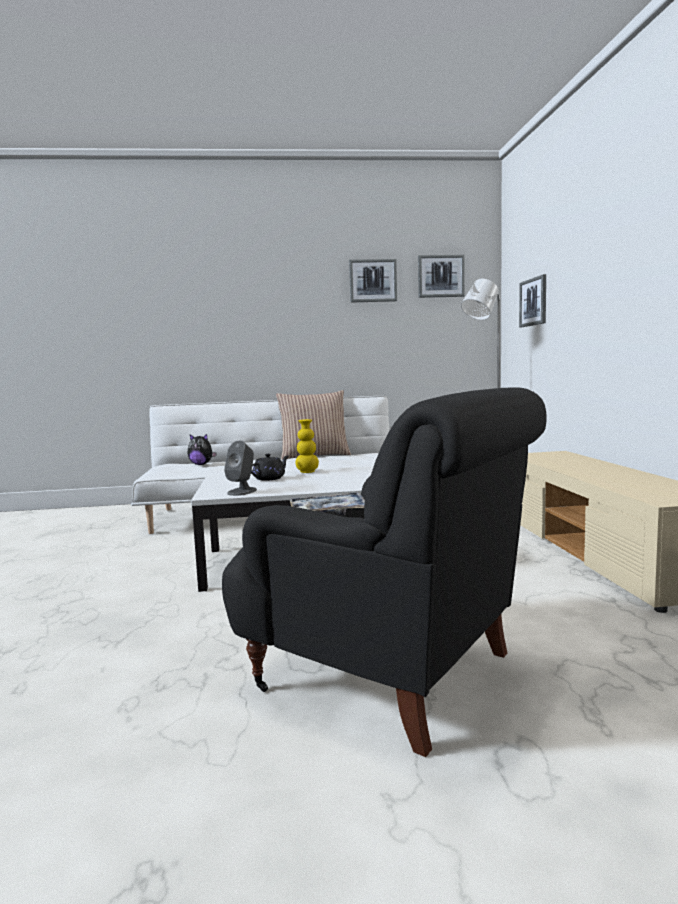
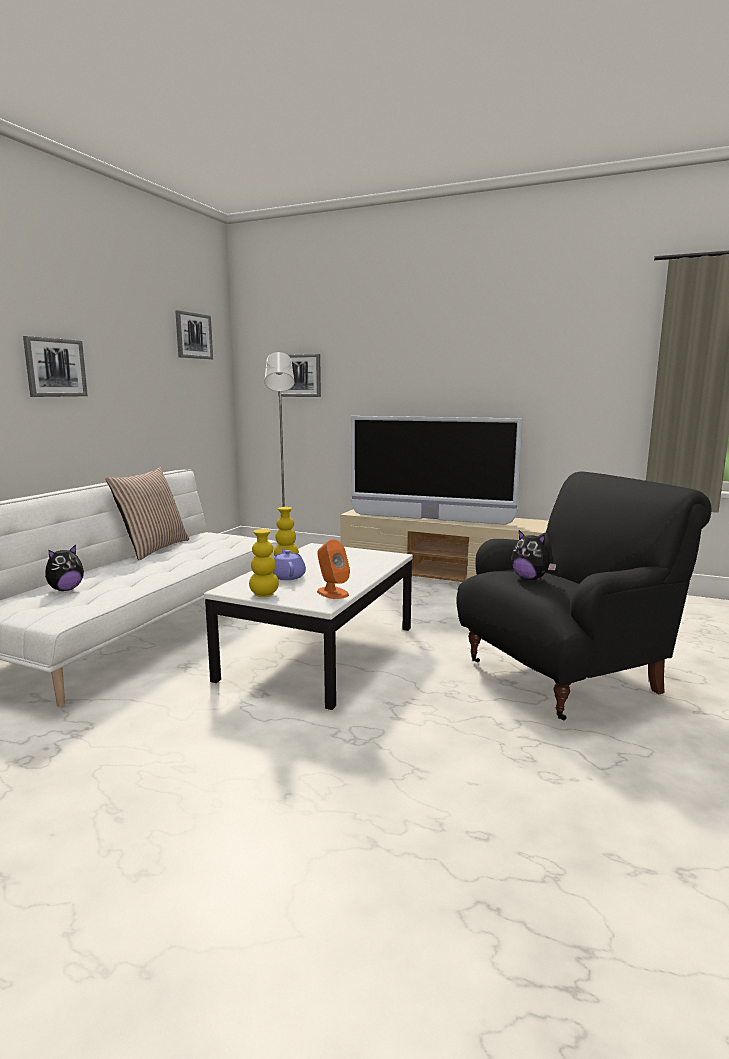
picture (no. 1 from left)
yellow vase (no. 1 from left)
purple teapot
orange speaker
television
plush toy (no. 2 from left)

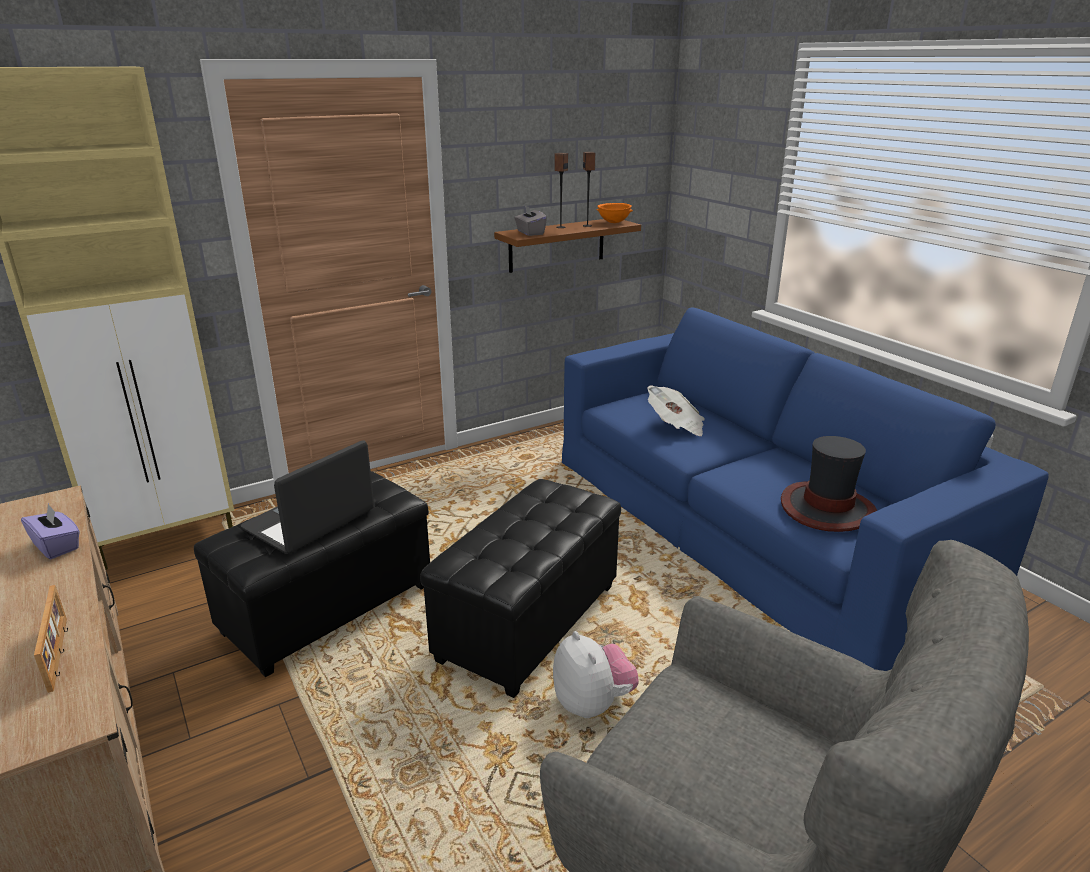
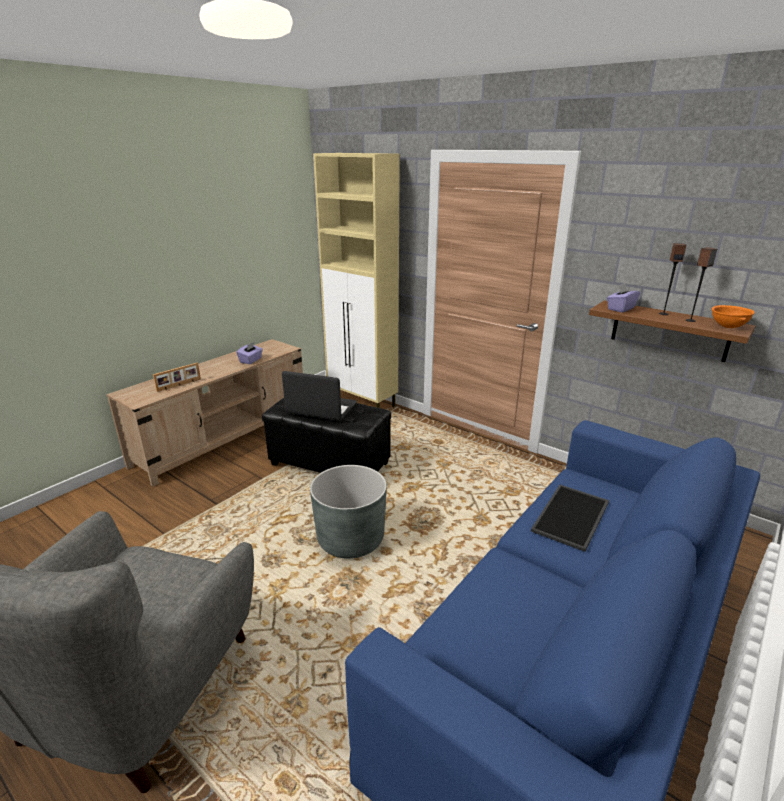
grey planter
tray
purple tissue box (no. 2 from left)
plush toy
hat

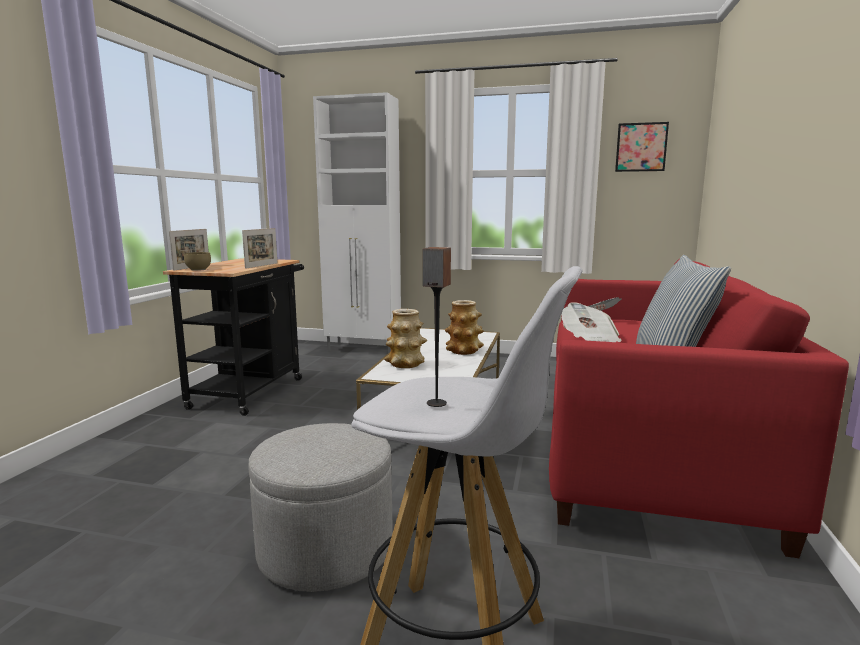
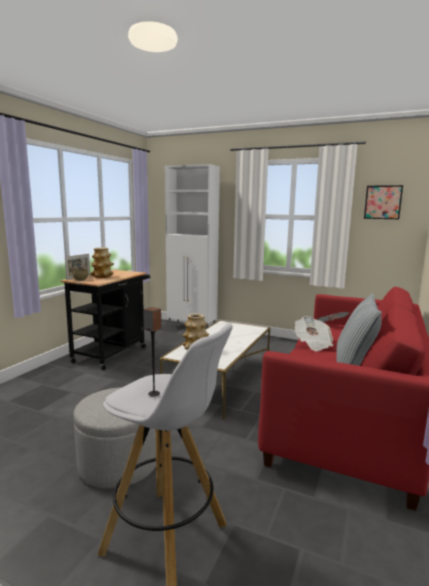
vase (no. 1 from left)
picture frame (no. 2 from left in the first image)

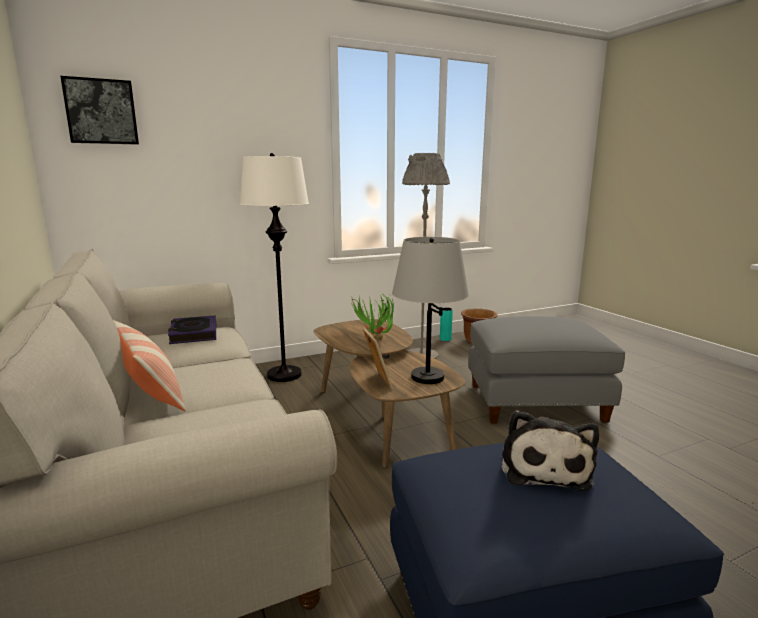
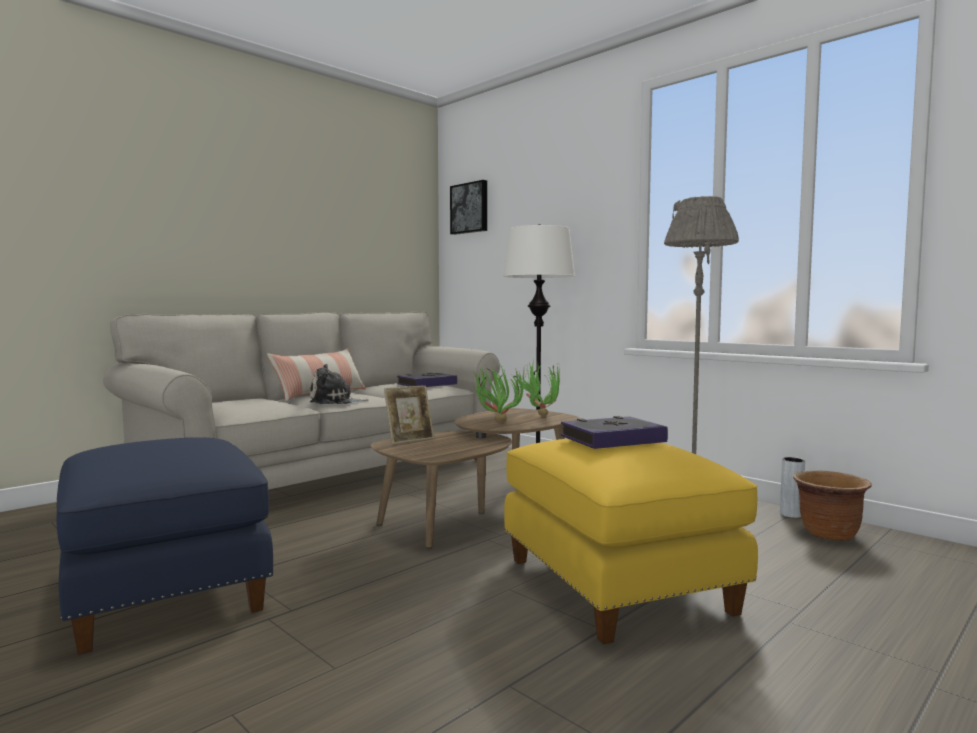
plush toy
yellow ottoman
potted plant (no. 2 from left)
book (no. 2 from left)
grey vase
grey table lamp

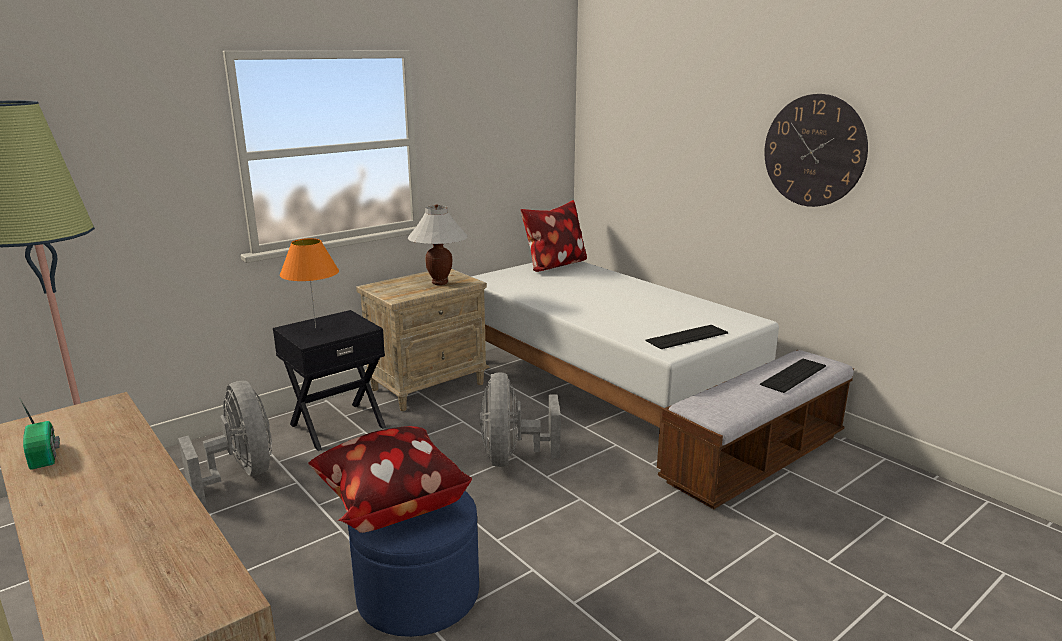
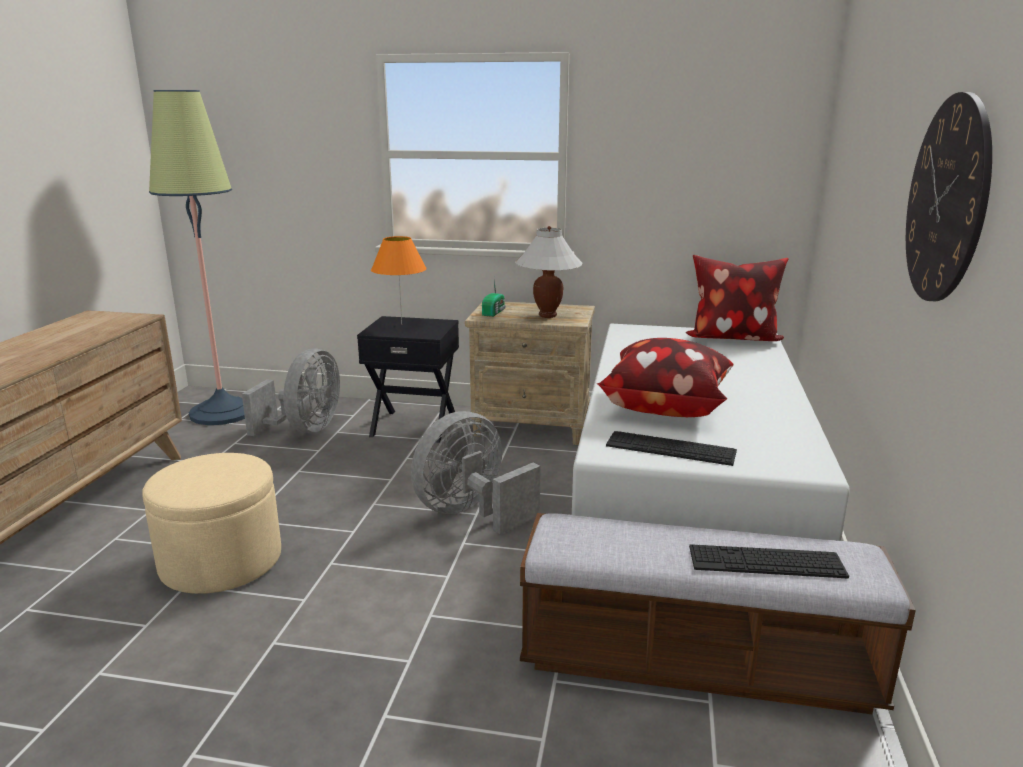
beige ottoman
radio
pillow (no. 1 from left)

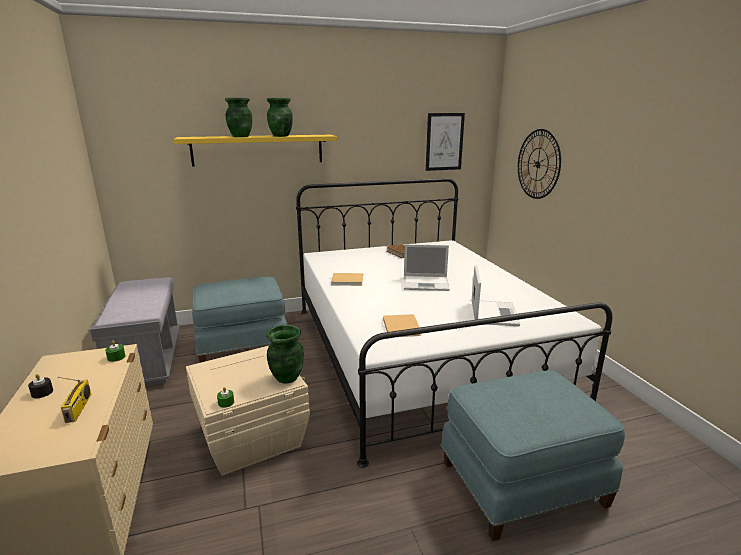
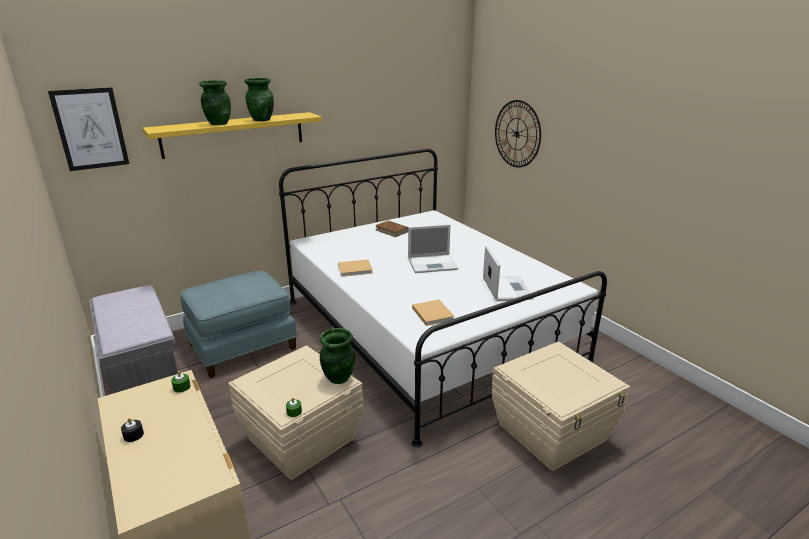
picture
beige storage box (no. 2 from left)
radio

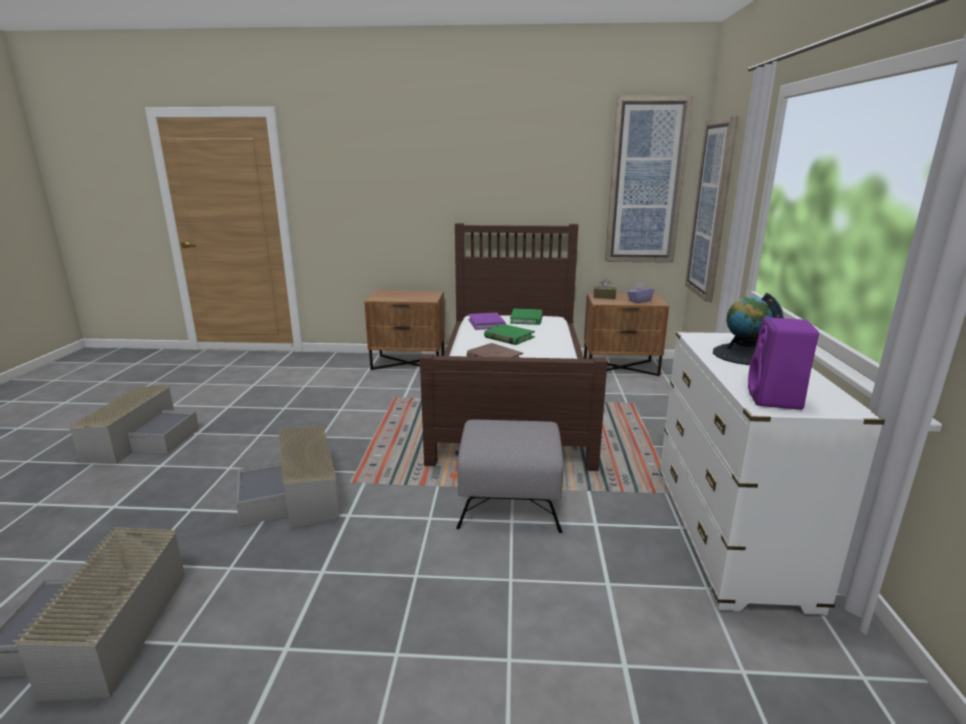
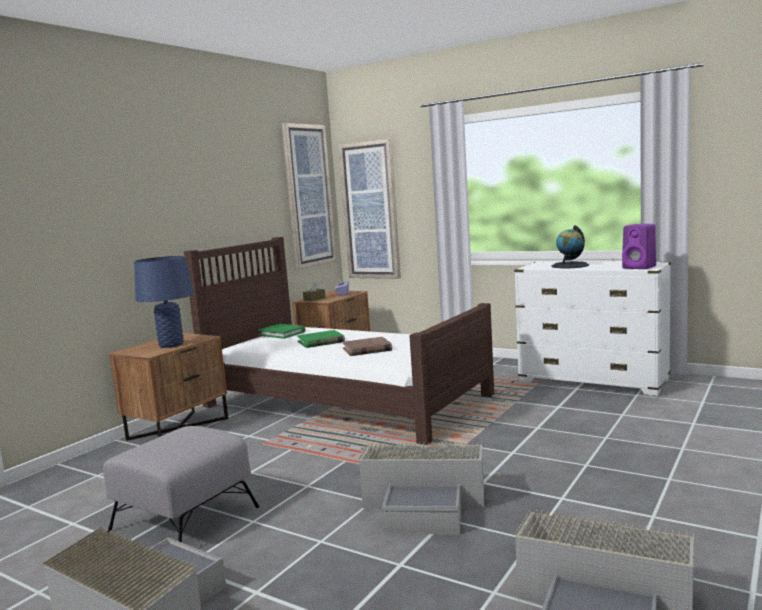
grey ottoman
blue table lamp
purple book

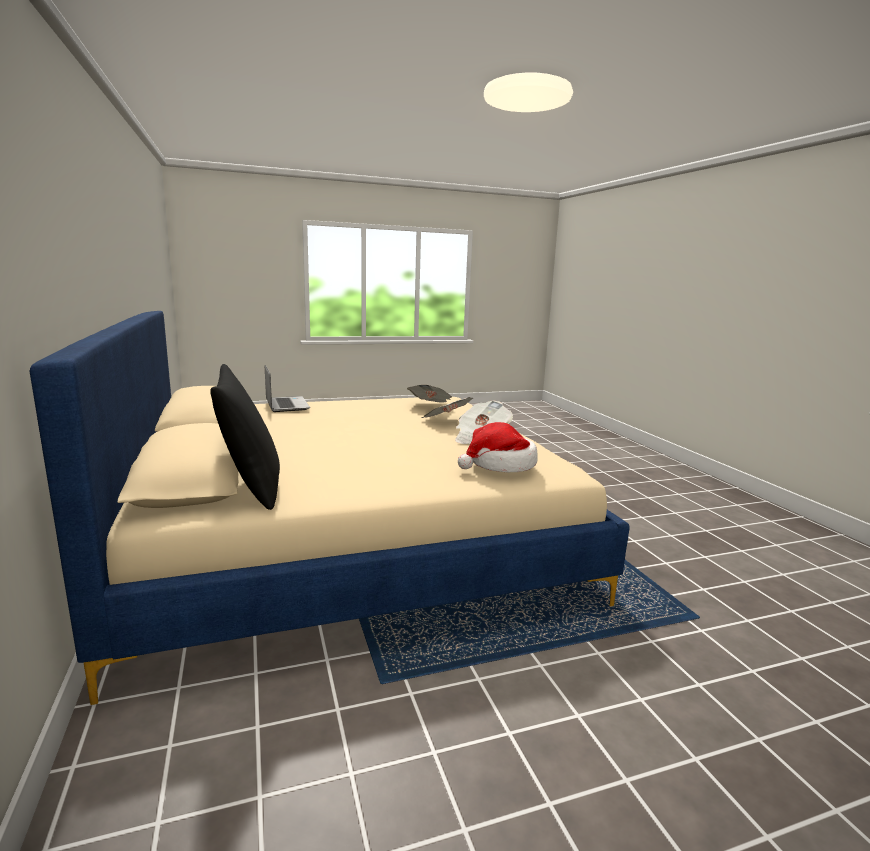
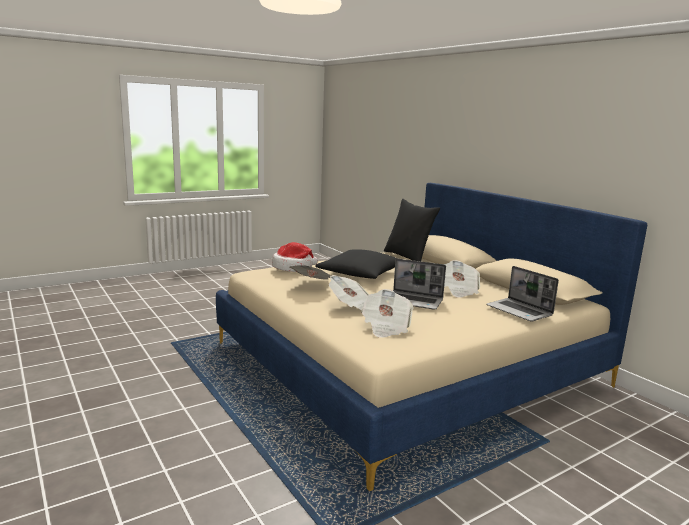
black pillow (no. 1 from left)
laptop (no. 1 from left)
newspaper (no. 4 from left)

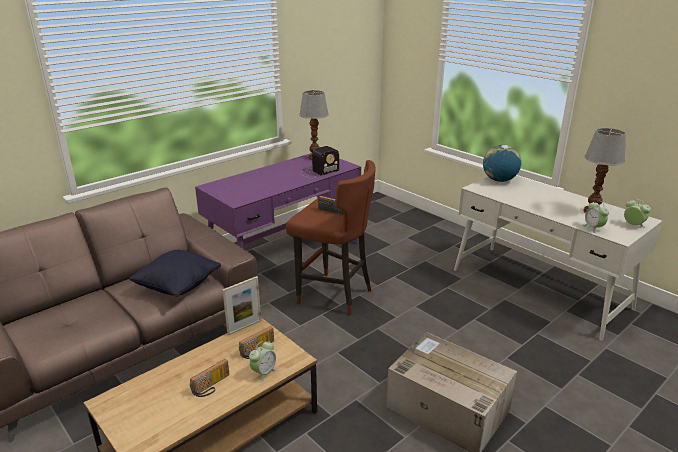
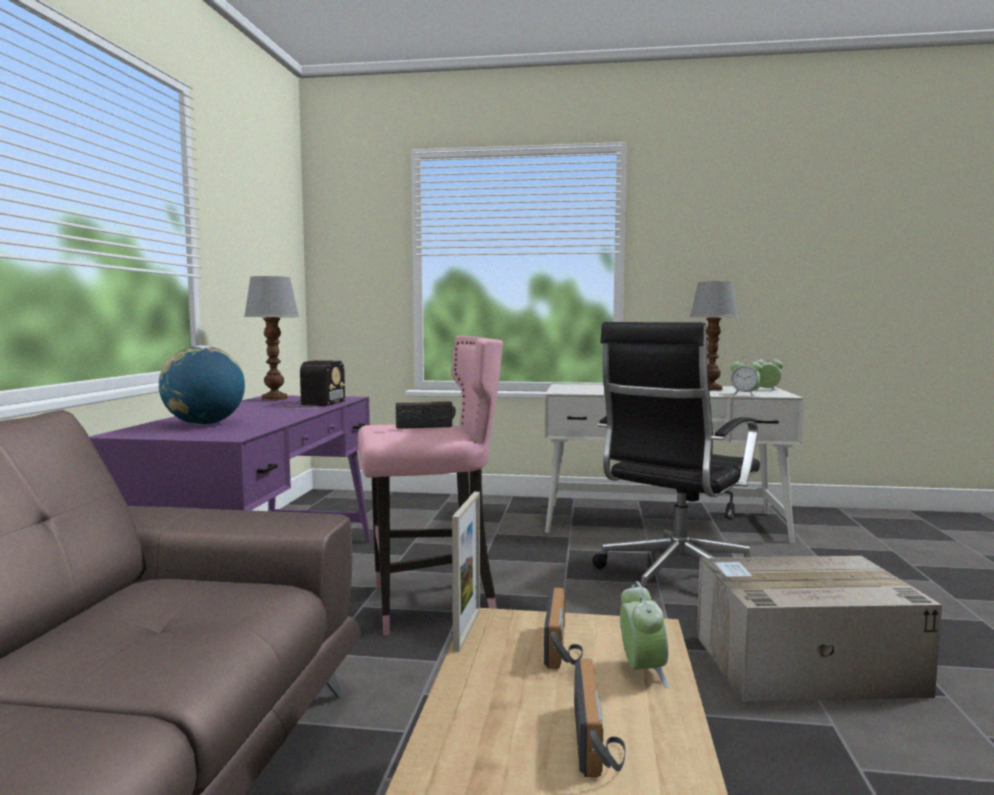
globe
pink stool
black office chair
black pillow

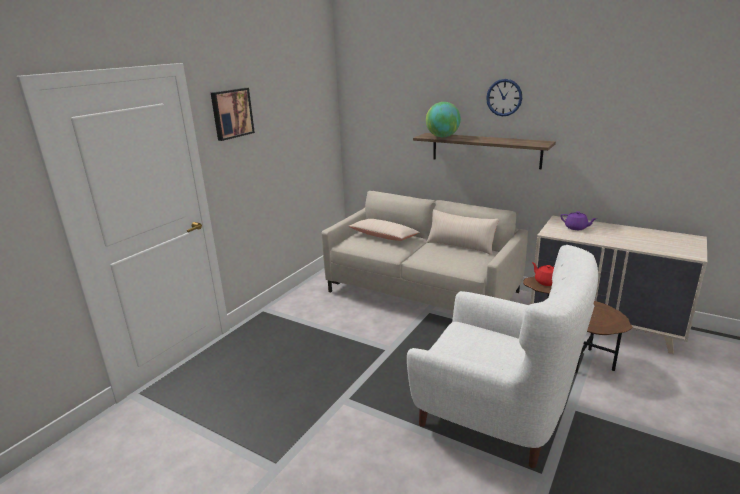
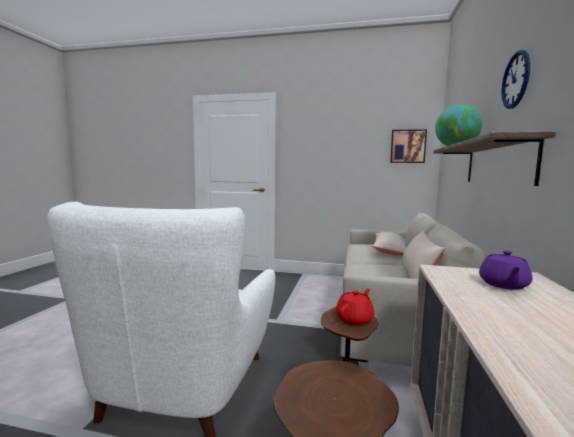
picture

